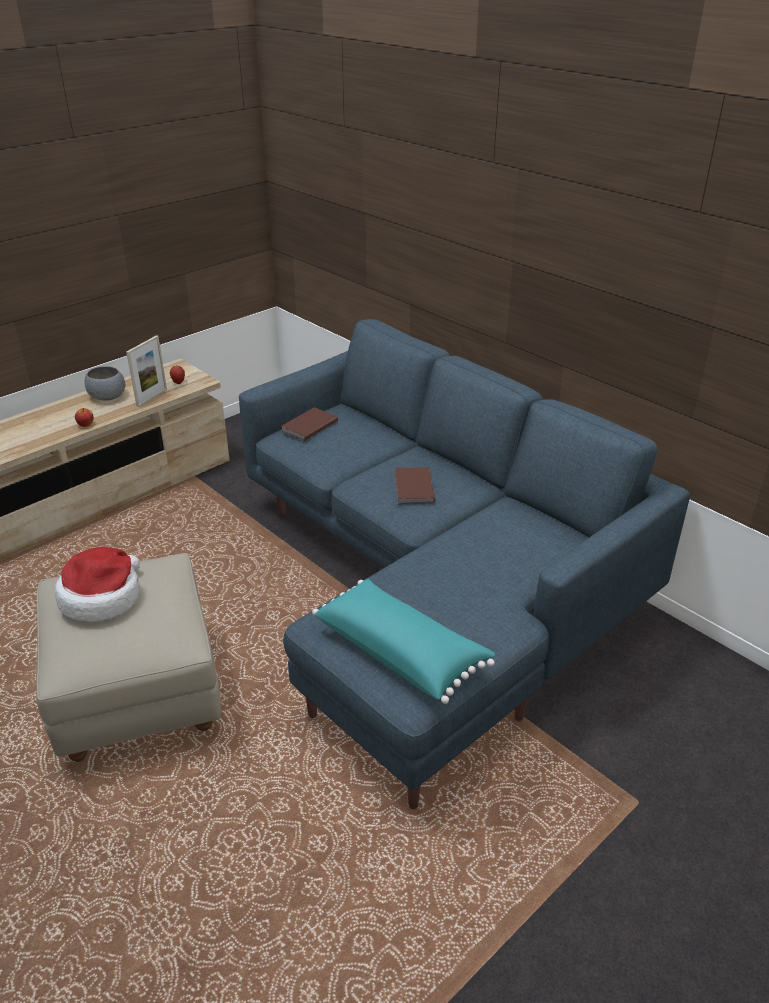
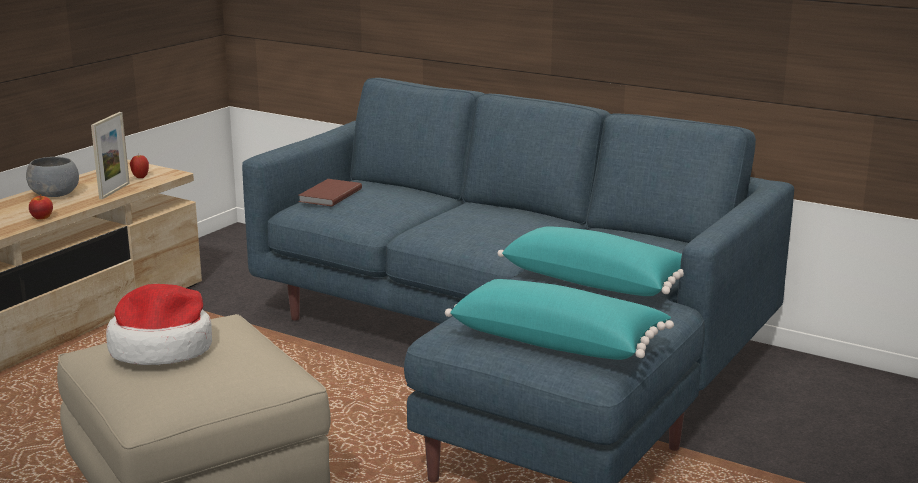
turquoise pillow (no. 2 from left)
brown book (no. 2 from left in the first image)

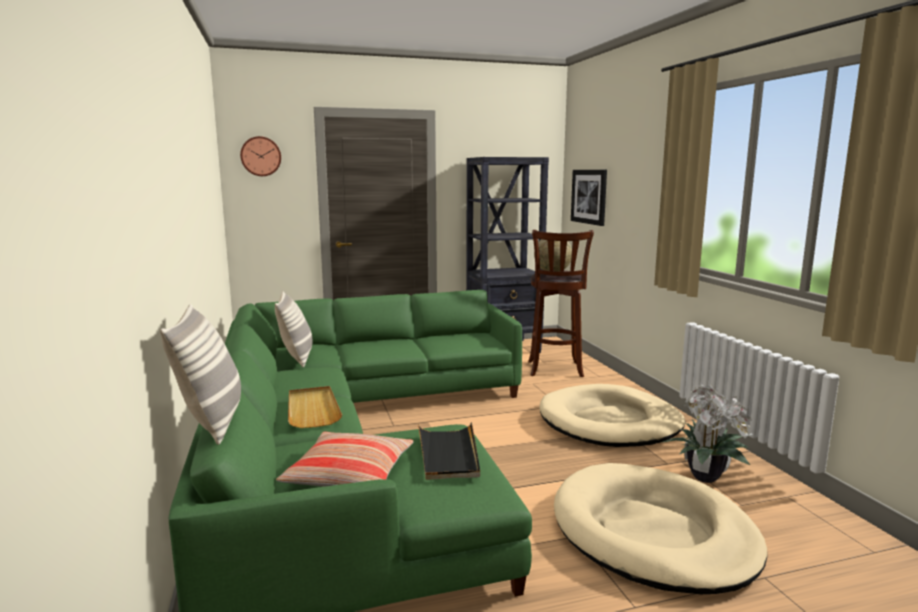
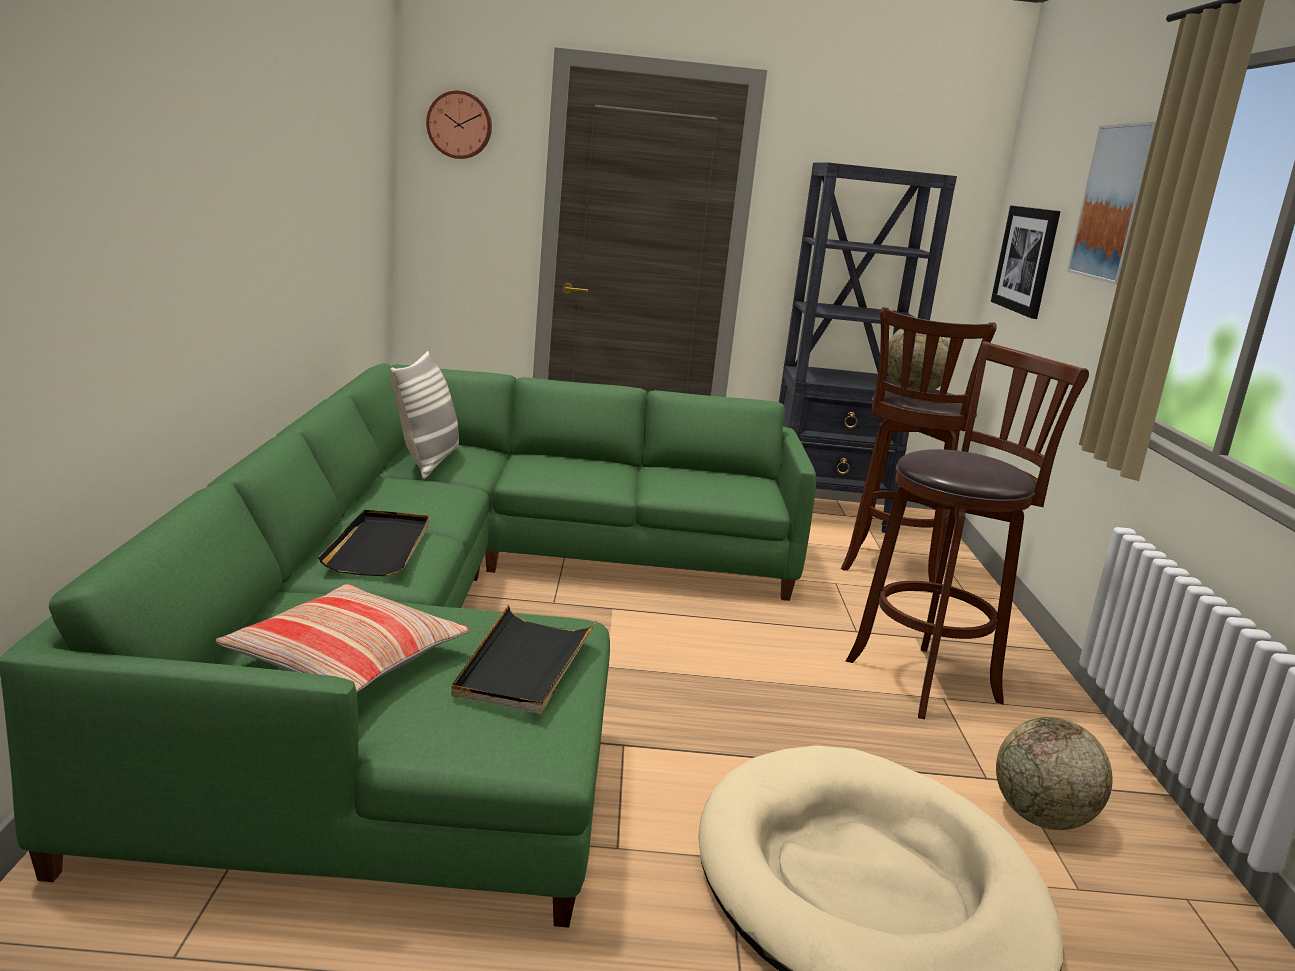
black tray (no. 1 from left)
brown stool (no. 2 from left)
globe (no. 2 from left)
picture (no. 2 from left)
pillow (no. 1 from left in the first image)

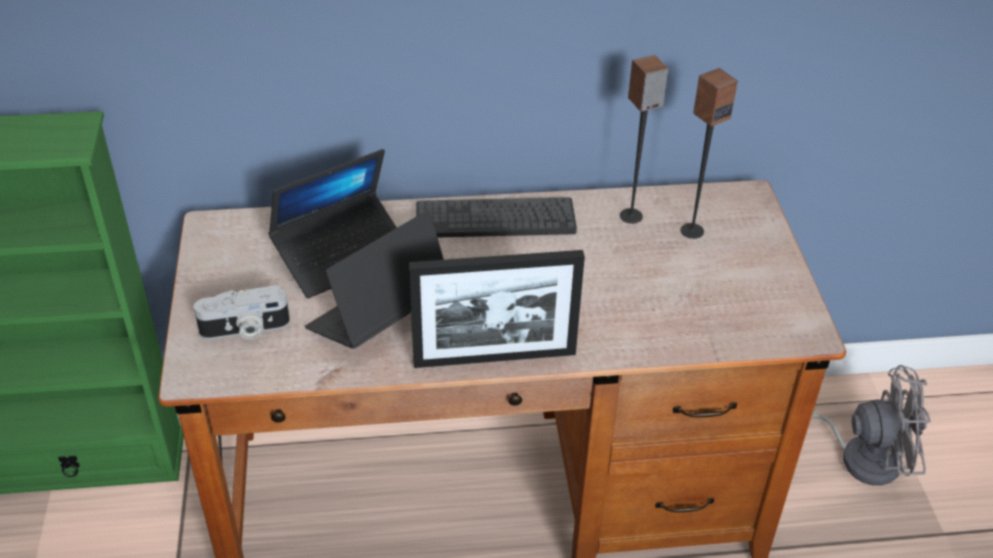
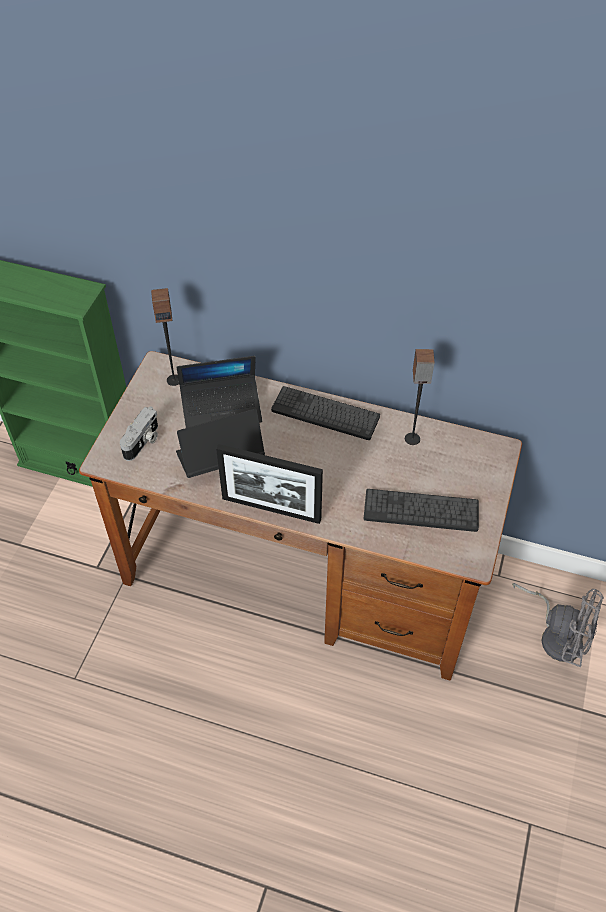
photo camera
speaker (no. 1 from left)
keyboard (no. 2 from left)

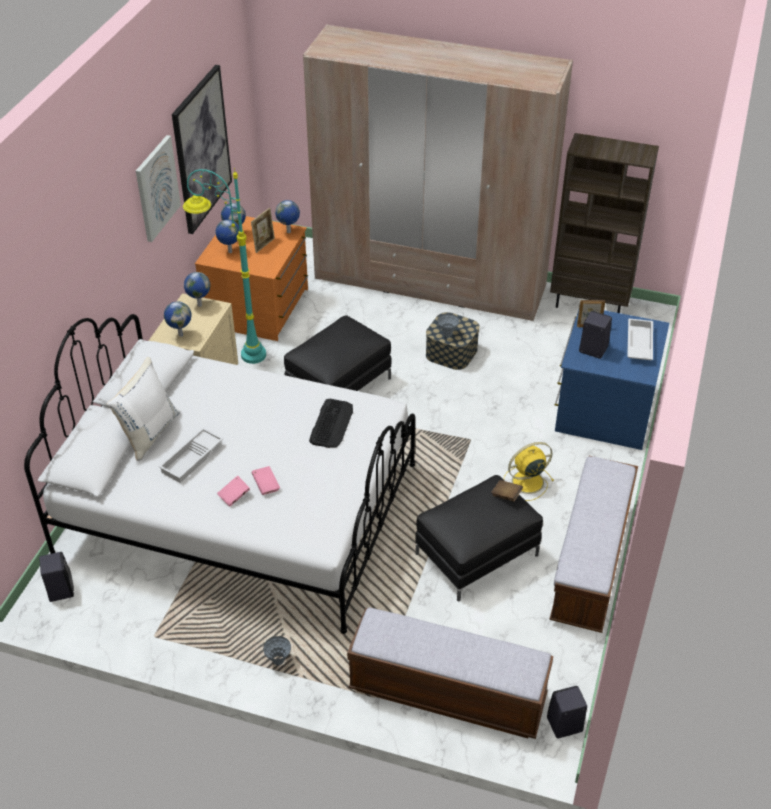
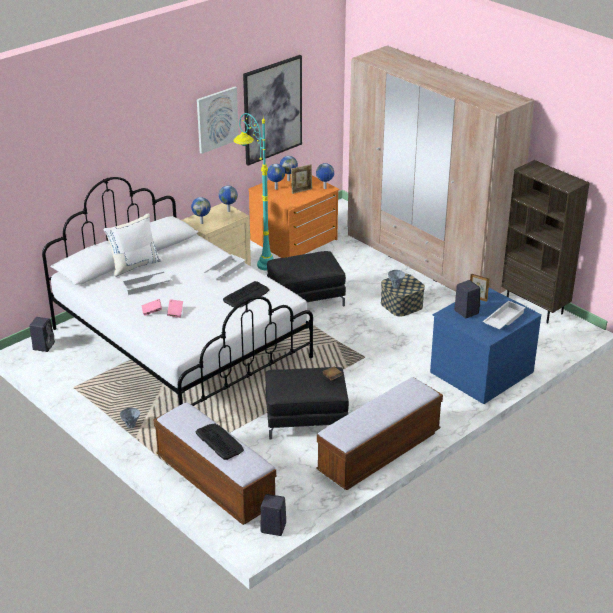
keyboard (no. 1 from left)
white tray (no. 2 from left)
yellow fan

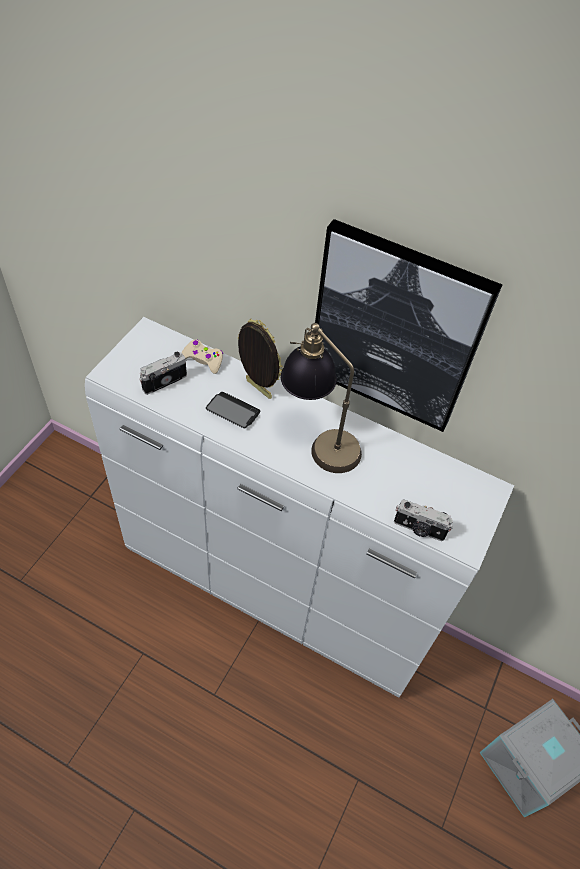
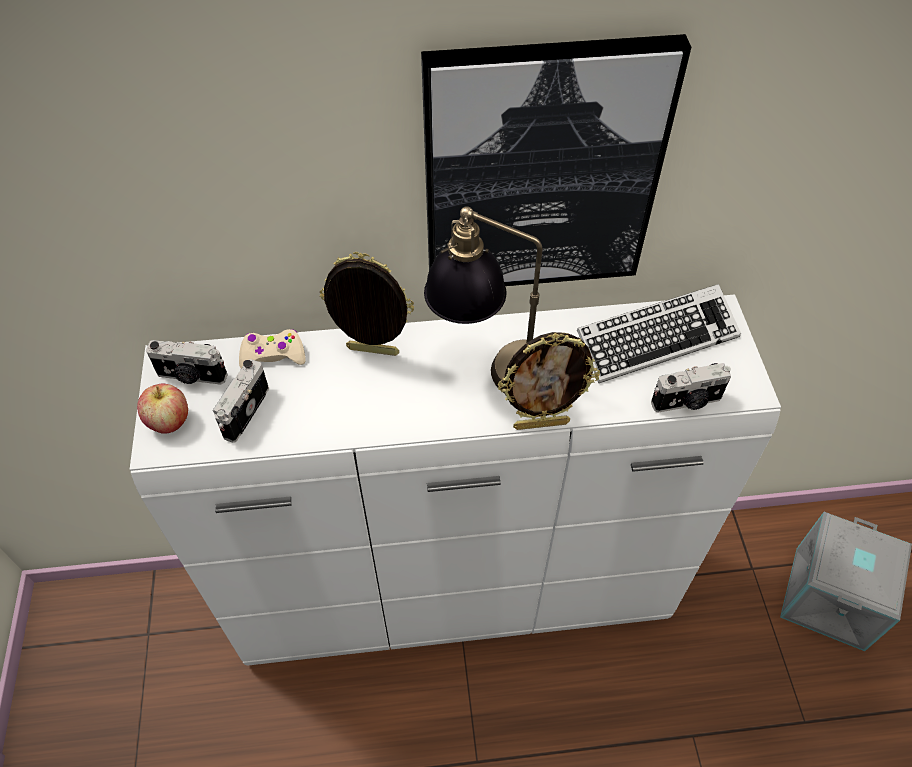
apple
photo camera (no. 1 from left)
picture frame (no. 2 from left)
keyboard
phone

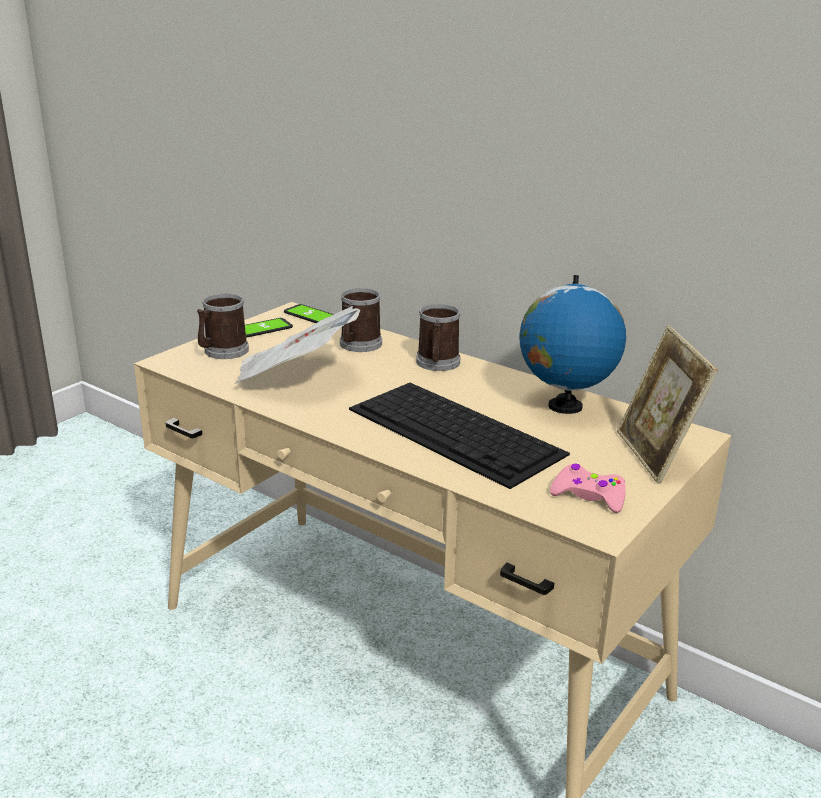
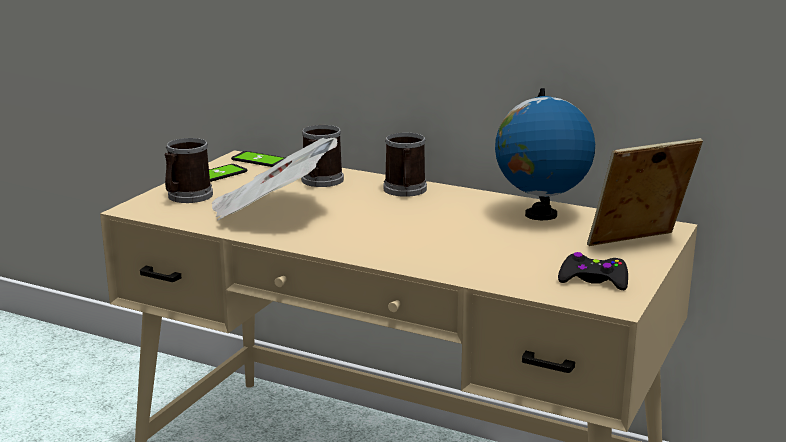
black game controller
picture frame
keyboard

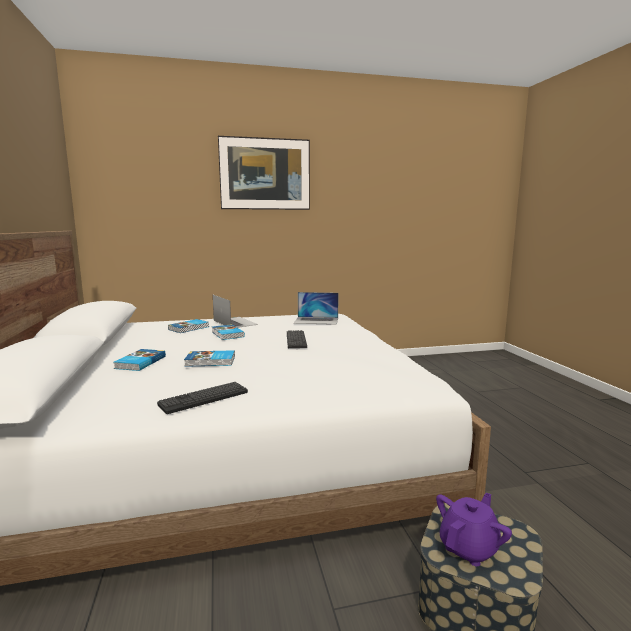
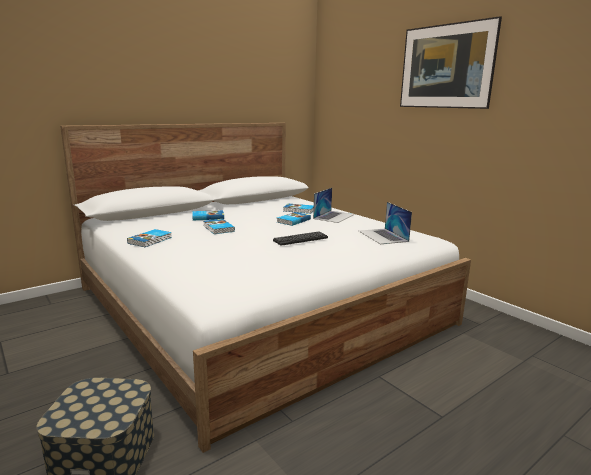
book (no. 1 from left)
purple teapot

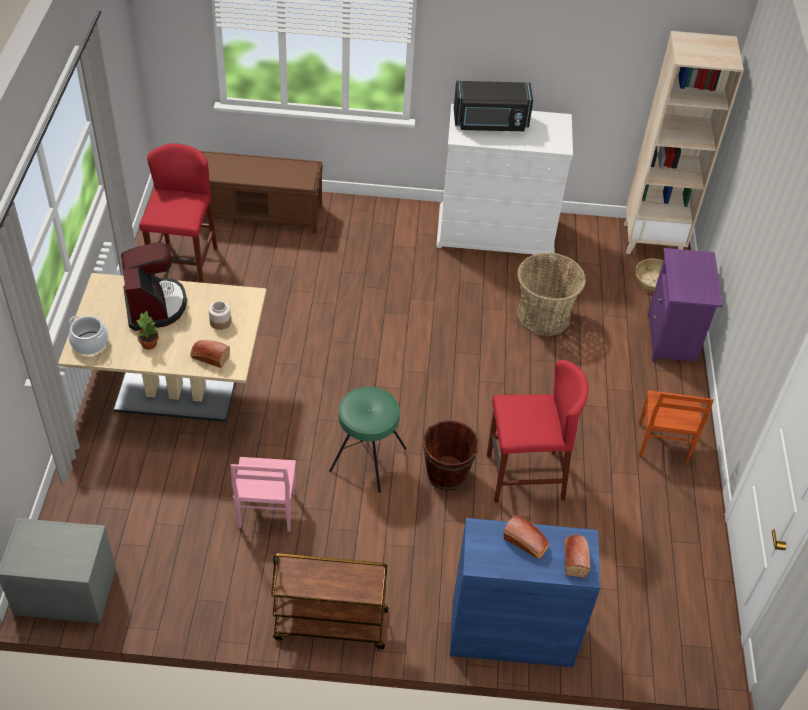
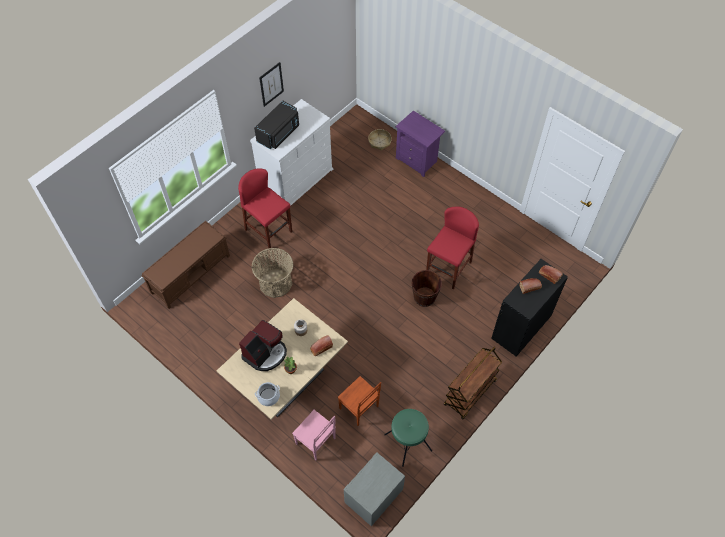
red stool (no. 1 from left)
coffee machine
basket (no. 1 from left)
picture
pink chair
brown chair
green stool
black cabinet
beige bookcase

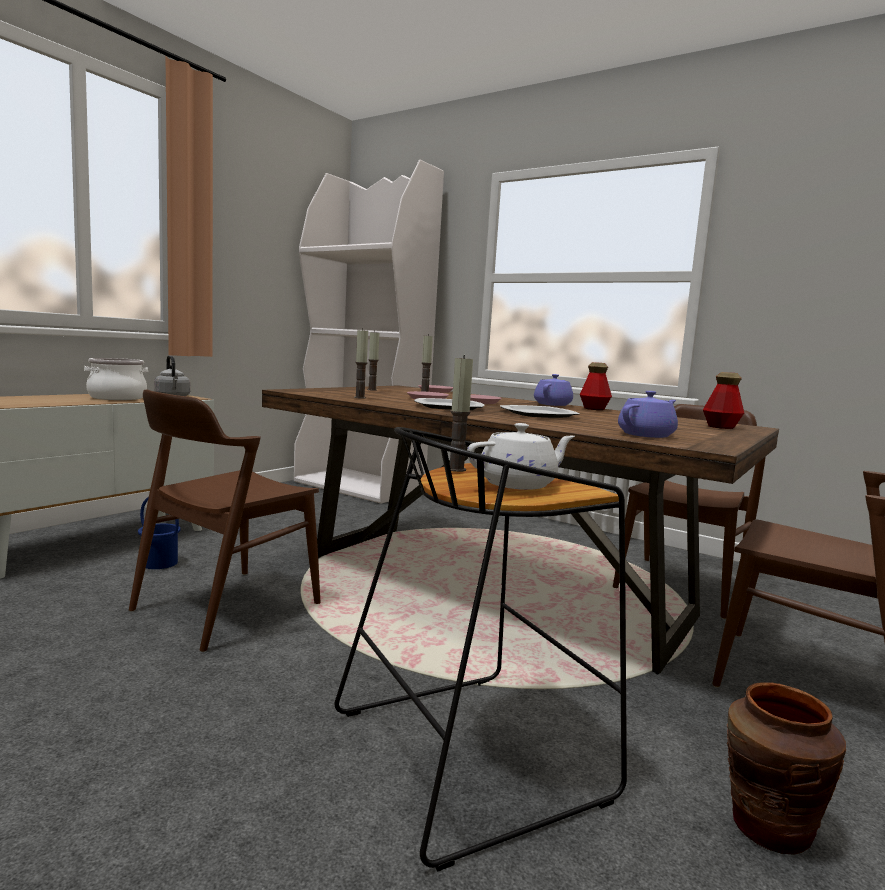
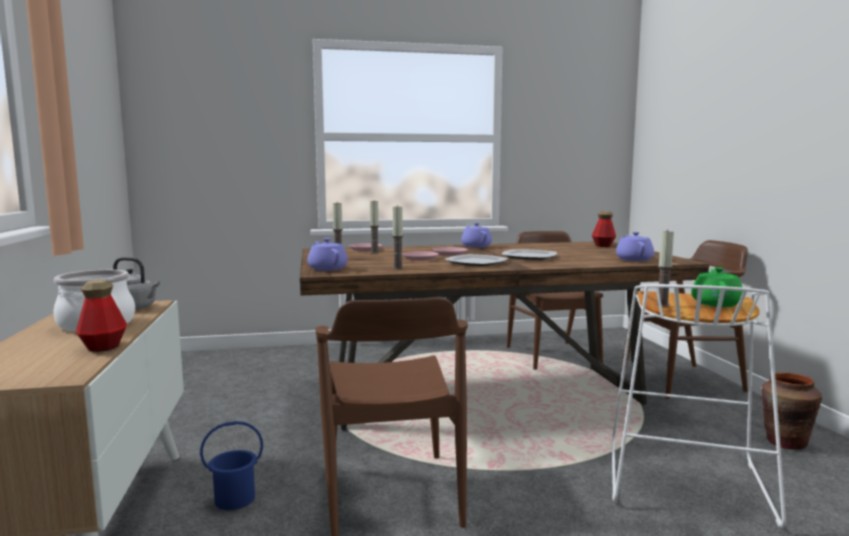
bottle (no. 1 from left)
purple teapot (no. 1 from left)
white stool
green teapot
white bookcase

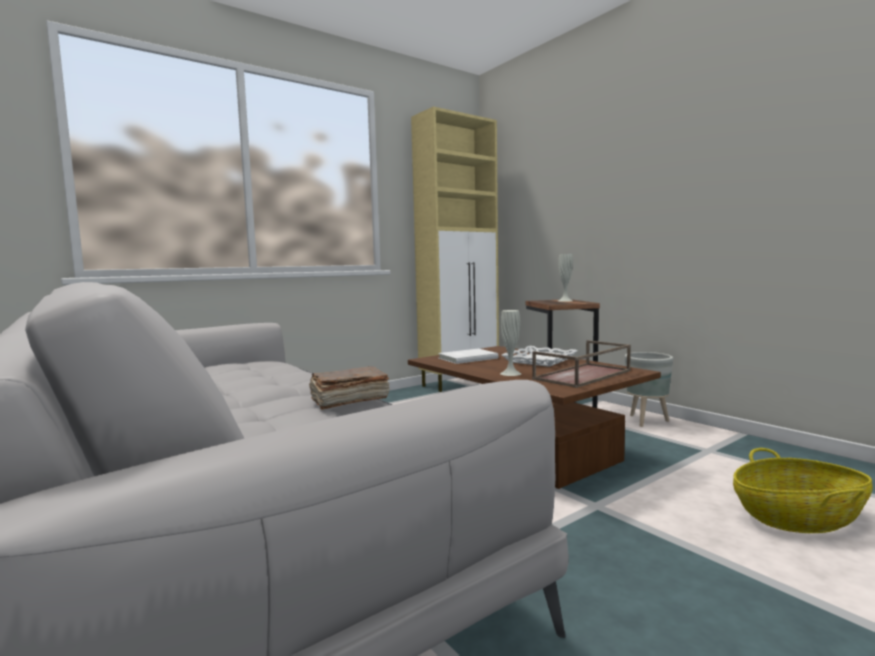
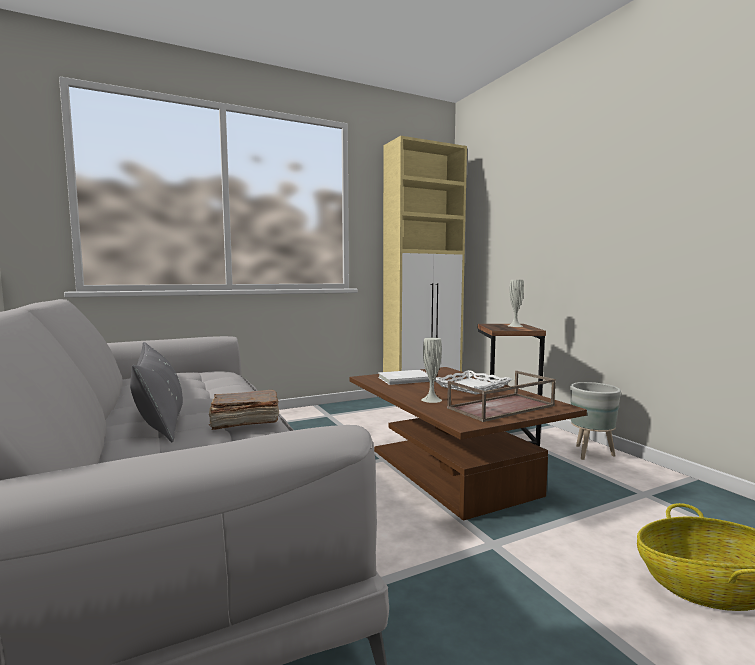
grey pillow

